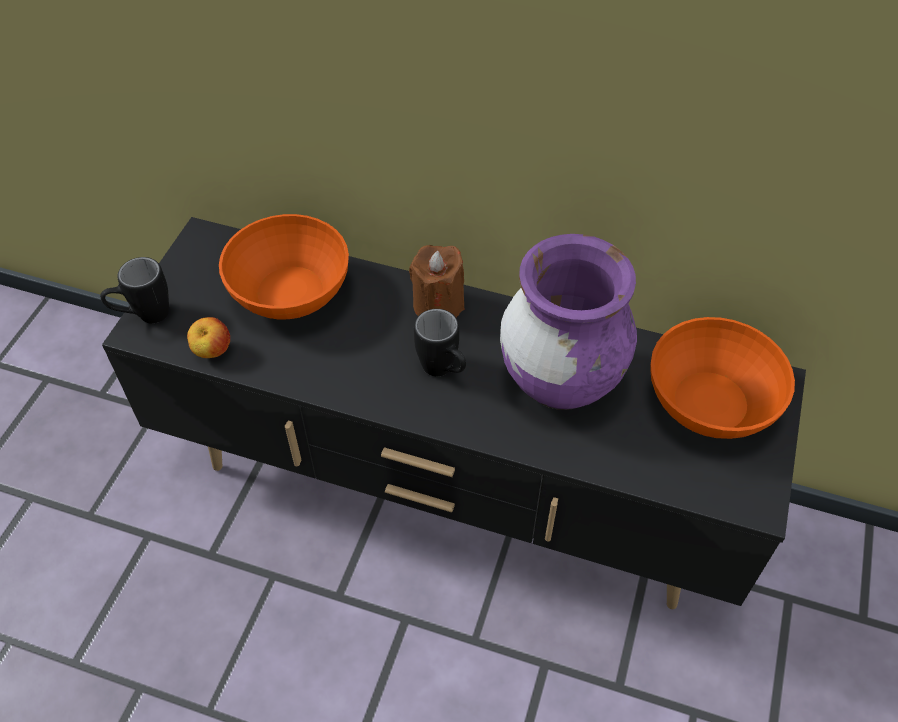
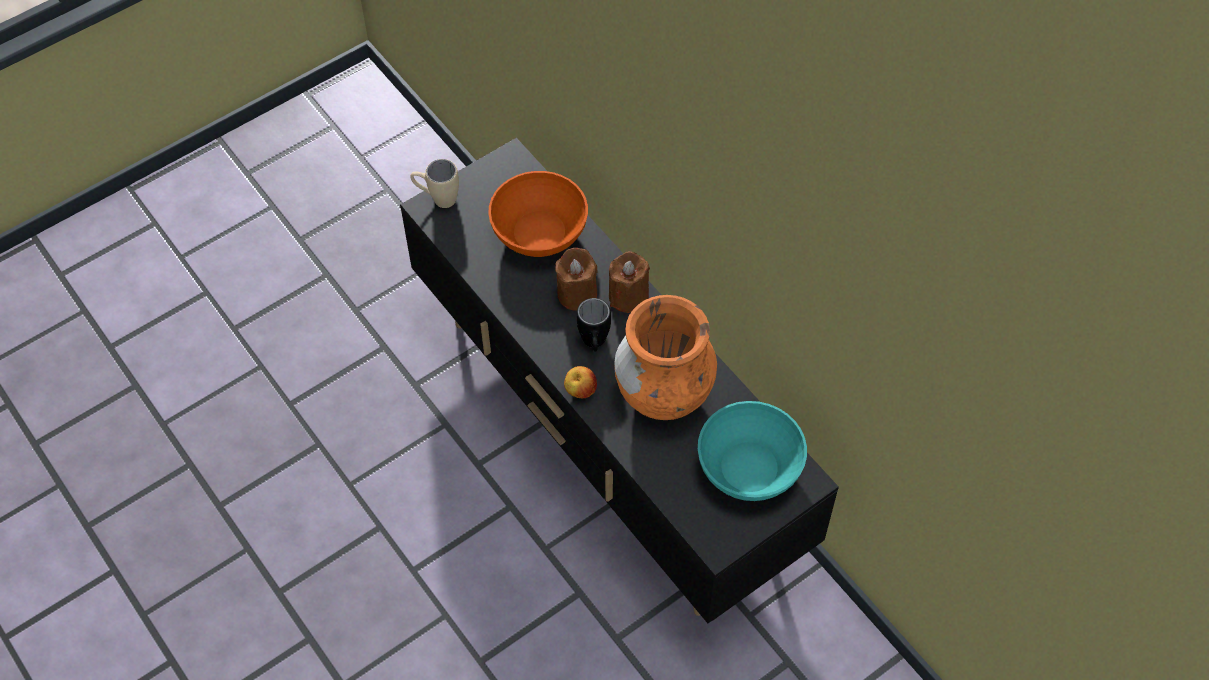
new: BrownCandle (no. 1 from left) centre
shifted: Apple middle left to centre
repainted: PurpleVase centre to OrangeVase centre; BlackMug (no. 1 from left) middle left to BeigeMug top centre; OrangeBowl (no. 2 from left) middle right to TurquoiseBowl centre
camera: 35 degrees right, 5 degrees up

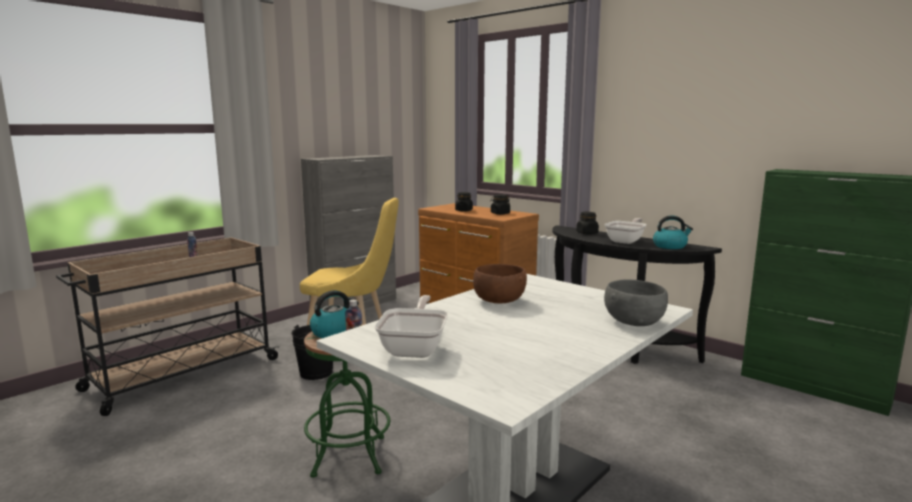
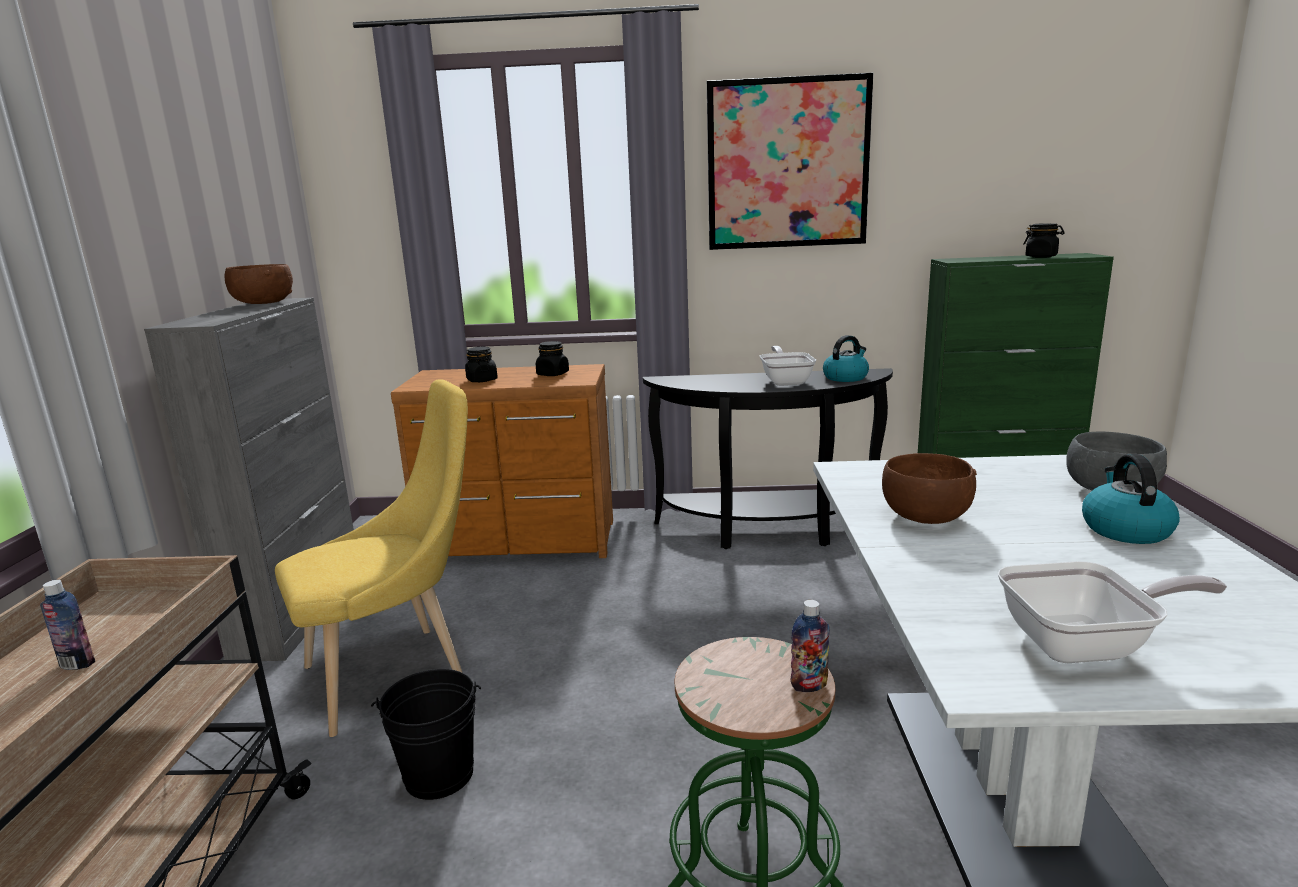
new: Picture top centre; BrownBowl (no. 1 from left) top left
shifted: BlackJar (no. 3 from left) centre to top right; Kettle (no. 1 from left in the first image) centre to Kettle (no. 2 from left) middle right
rotated: FryingPan (no. 1 from left in the first image) centre = bottom right 120 degrees clockwise
camera: 40 degrees left, 5 degrees up

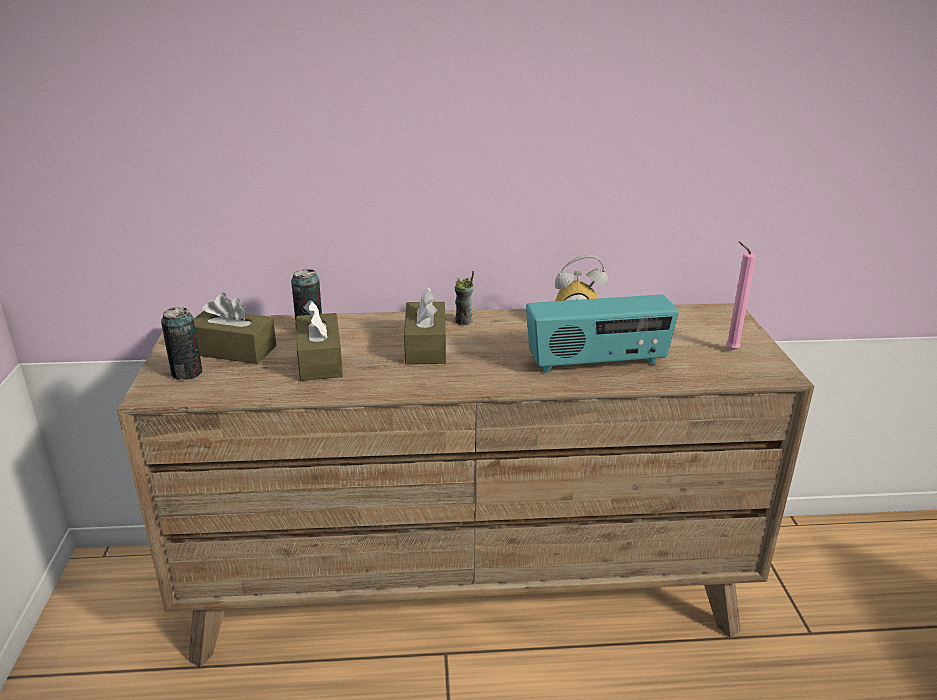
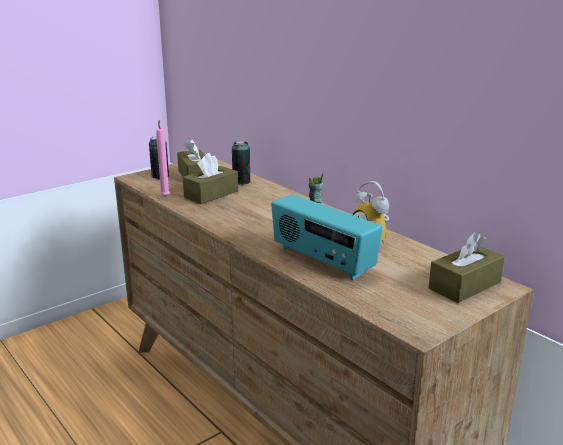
shifted: PinkCandle middle right to middle left; BrownTissueBox (no. 3 from left) centre to middle right
camera: 55 degrees right, 5 degrees down

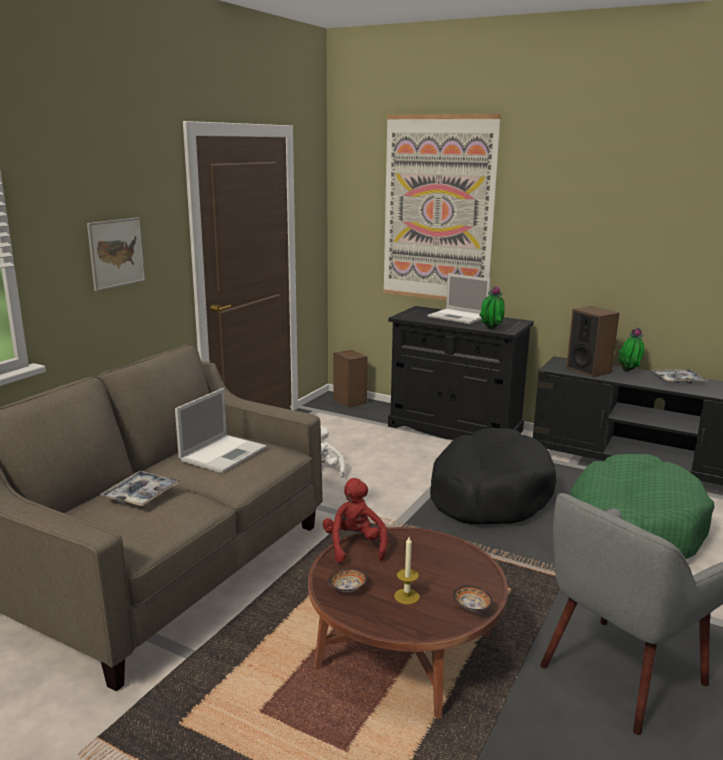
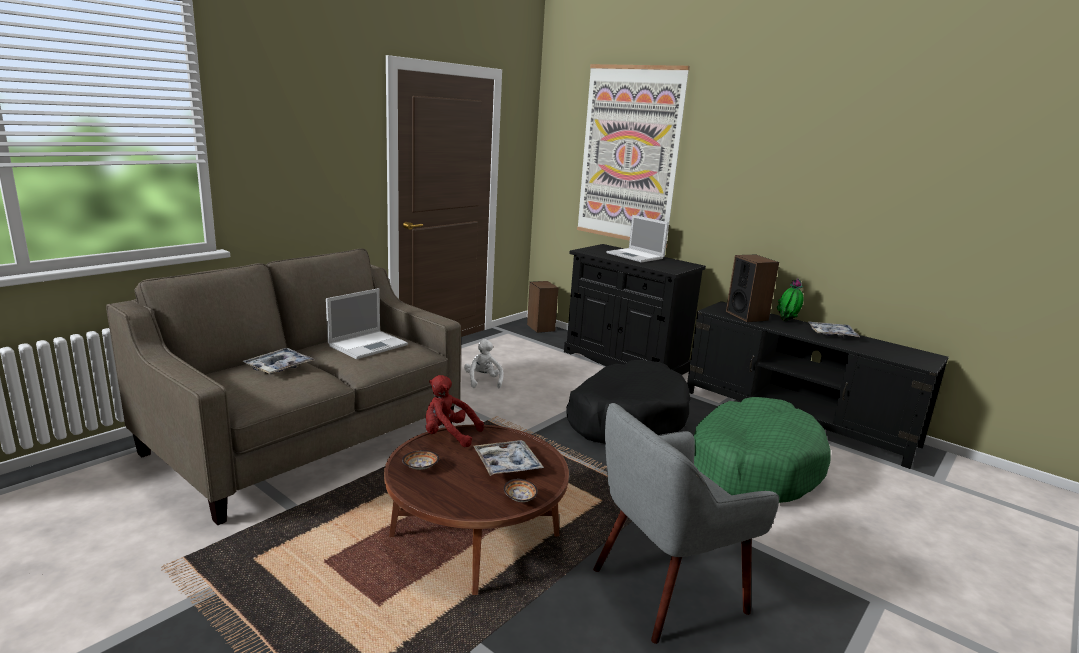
gone: Picture (no. 1 from left) middle left; PottedPlant (no. 1 from left) middle right; Candle bottom centre
new: Tray (no. 2 from left) bottom centre
rotated: RedPlushToy bottom centre = centre 75 degrees counterclockwise
camera: 10 degrees right, 0 degrees up

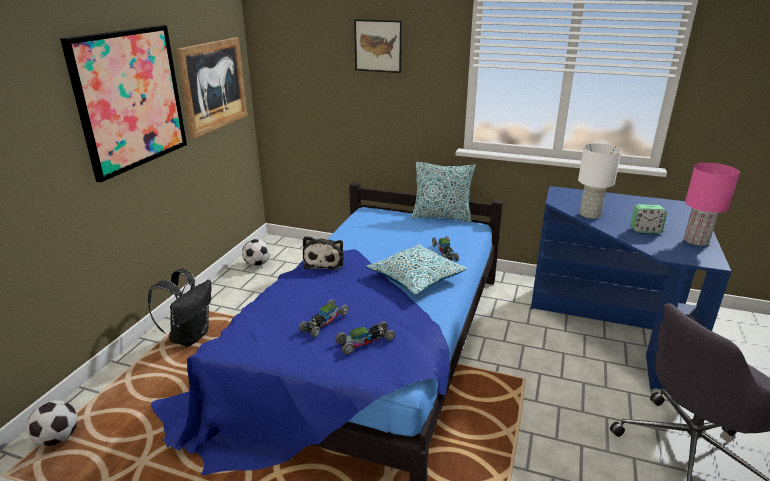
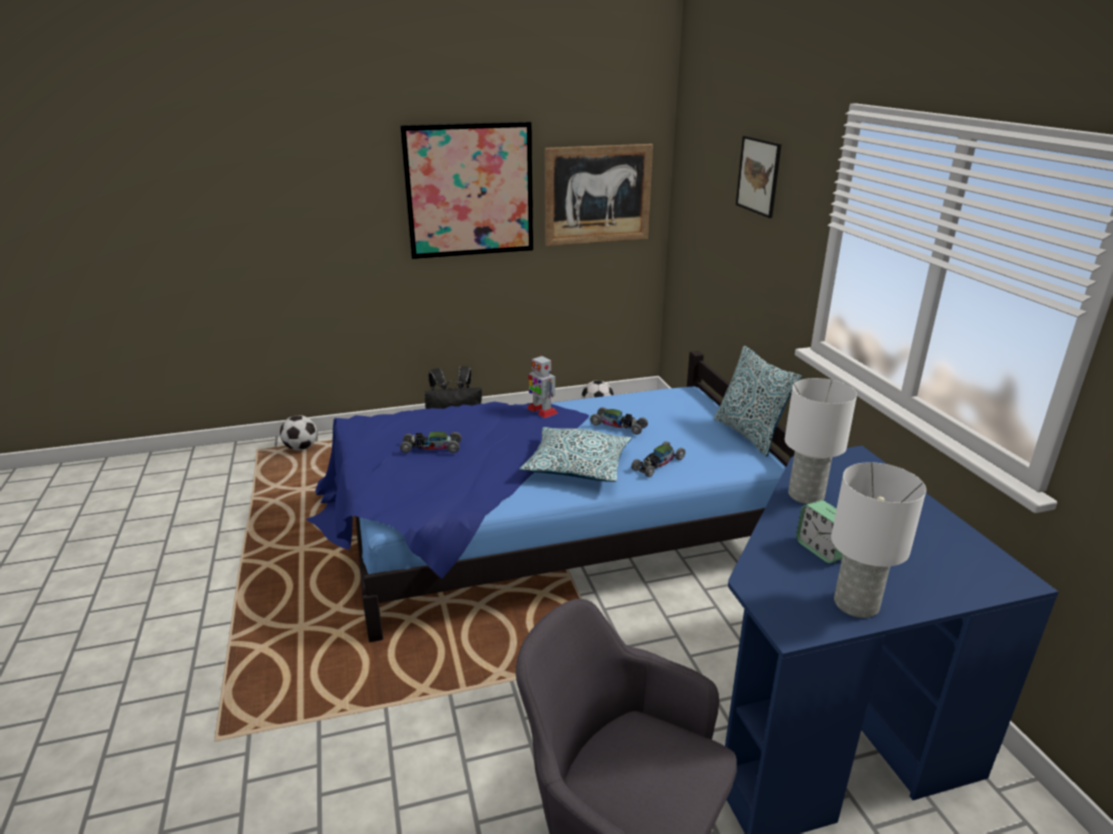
shifted: ToyCar (no. 2 from left) bottom centre to centre
swapped: PlushToy centre to ToyRobot centre
repainted: PinkTableLamp middle right to WhiteTableLamp (no. 2 from left) middle right
camera: 55 degrees right, 0 degrees up

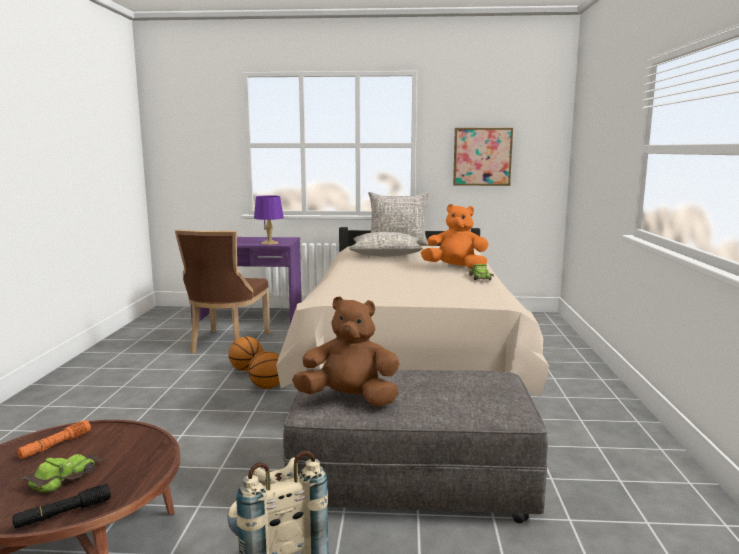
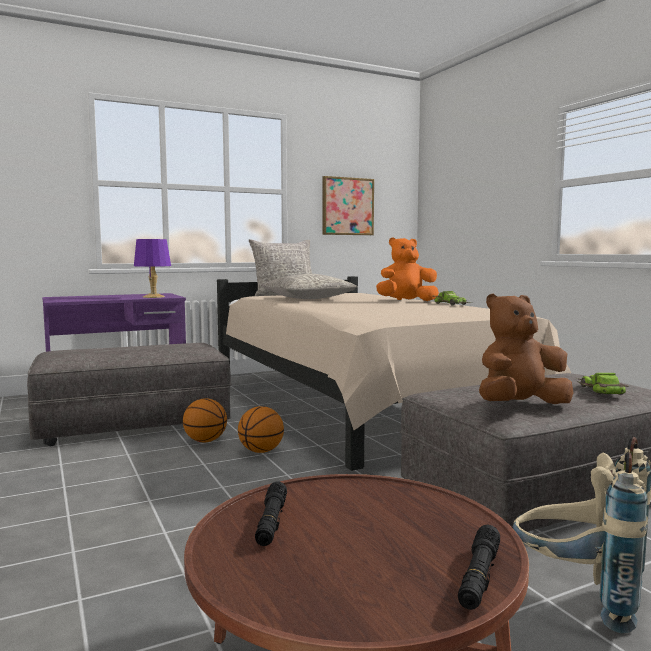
shifted: ToyCar (no. 1 from left in the first image) bottom left to ToyCar (no. 2 from left) middle right
swapped: BrownChair middle left to GreyOttoman (no. 1 from left) middle left
repainted: OrangeFlashlight bottom left to BlackFlashlight (no. 1 from left) bottom centre
camera: 30 degrees left, 5 degrees down

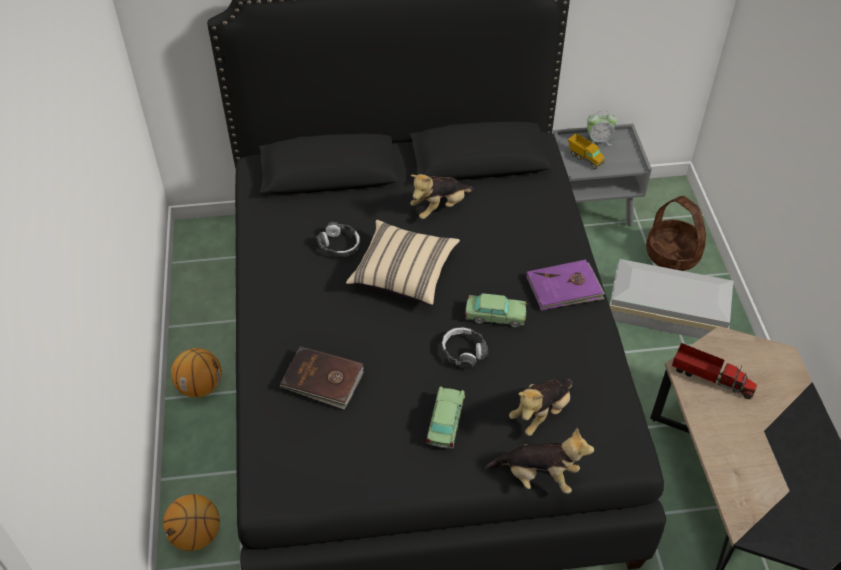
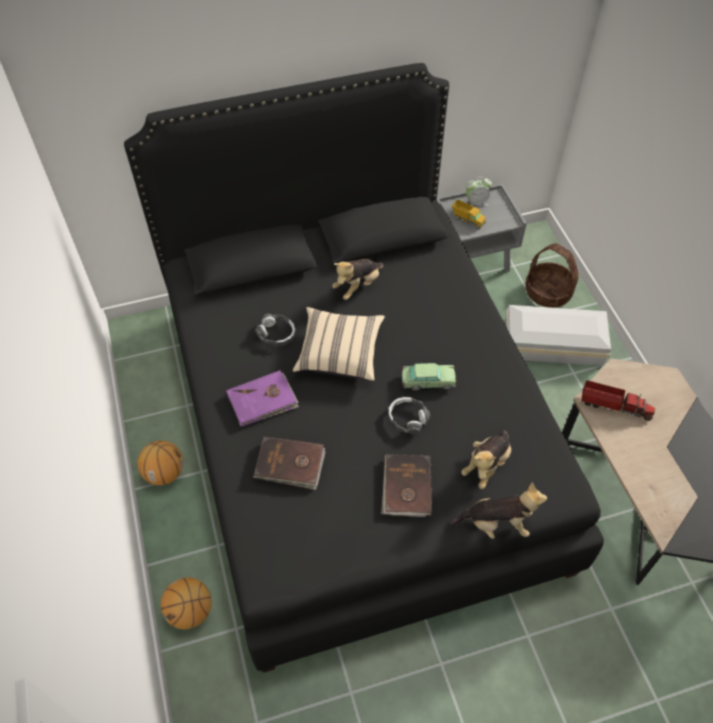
shifted: PurpleBook middle right to centre
swapped: ToyCar (no. 1 from left) bottom centre to BrownBook (no. 2 from left) bottom centre
camera: 10 degrees left, 5 degrees up

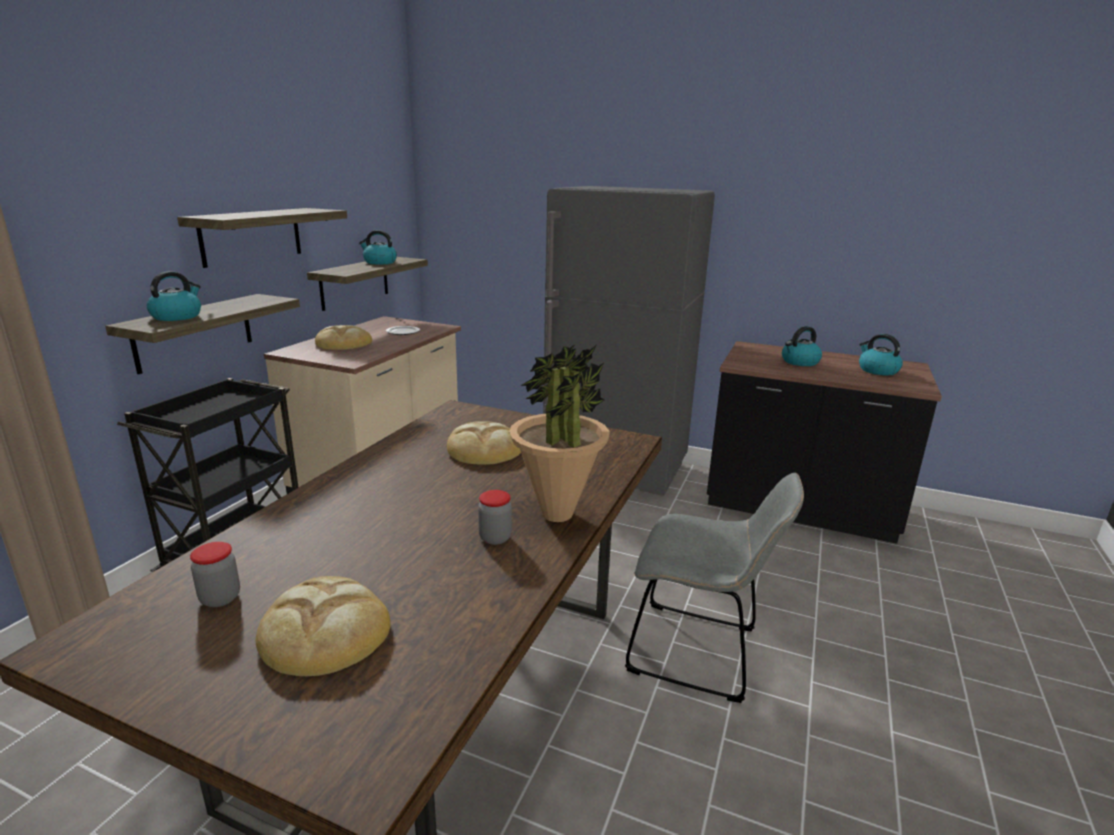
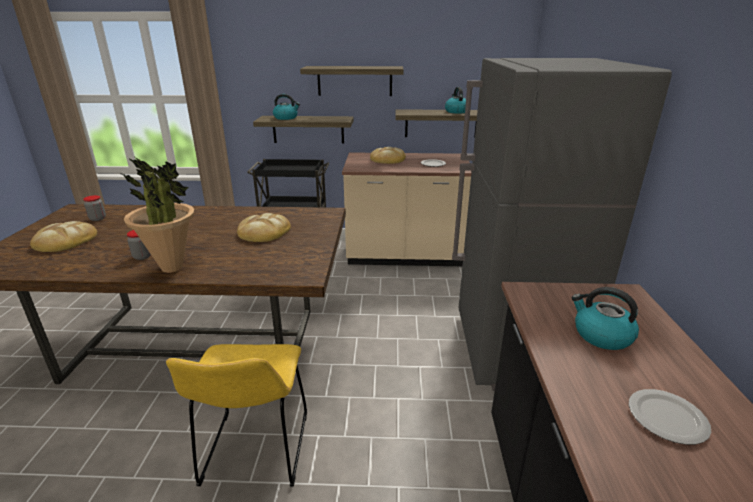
swapped: Kettle (no. 4 from left) middle right to Plate (no. 2 from left) bottom right
repainted: GreyChair bottom centre to YellowChair bottom left
camera: 70 degrees right, 5 degrees up

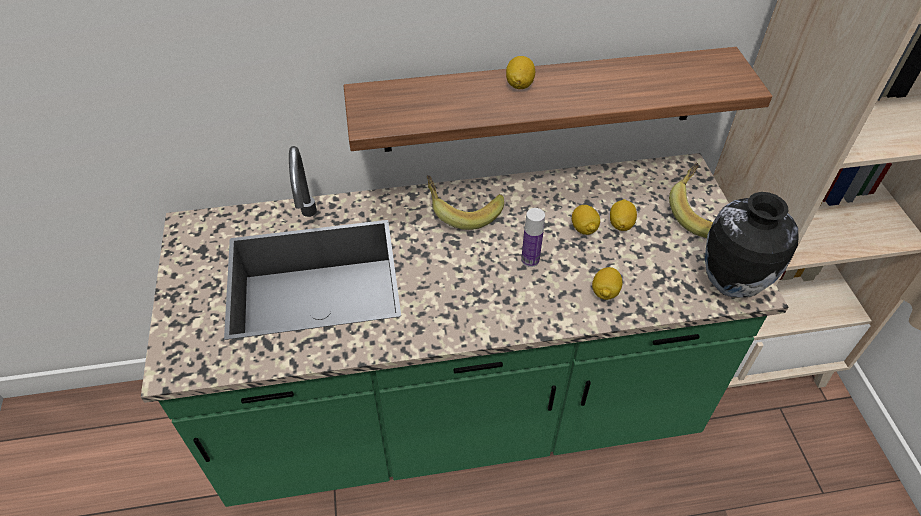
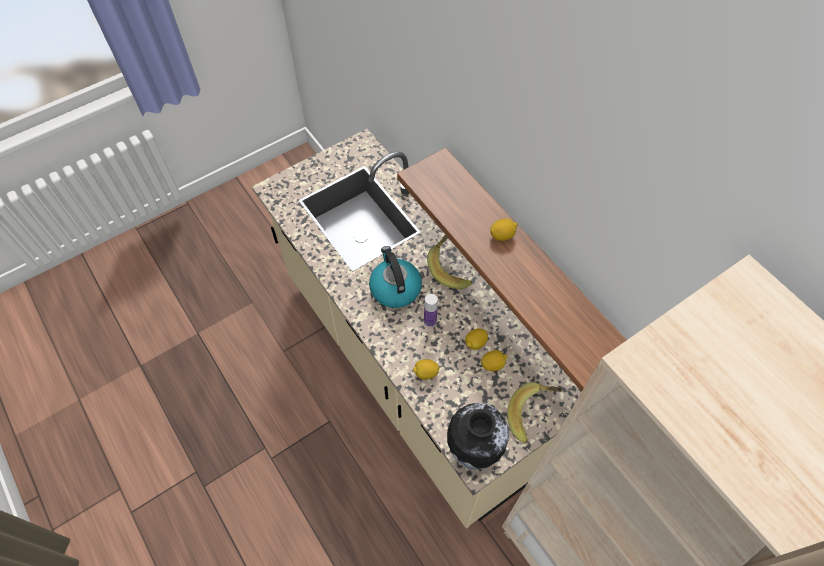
new: Kettle centre
repainted: GreenCounter centre to BeigeCounter centre
camera: 65 degrees right, 10 degrees up

